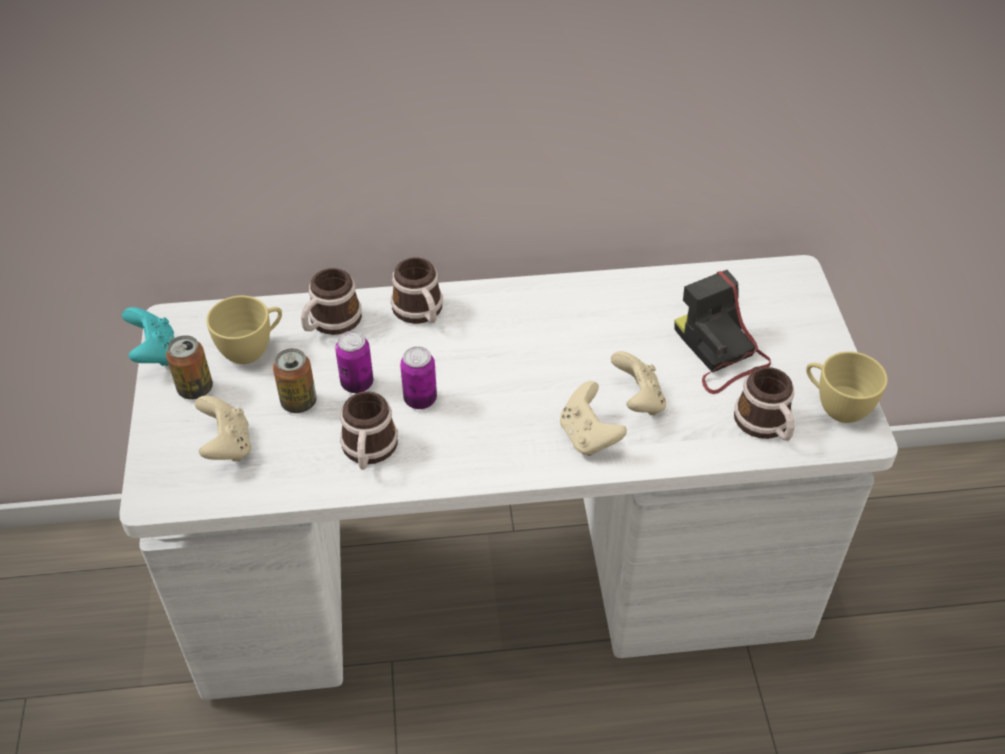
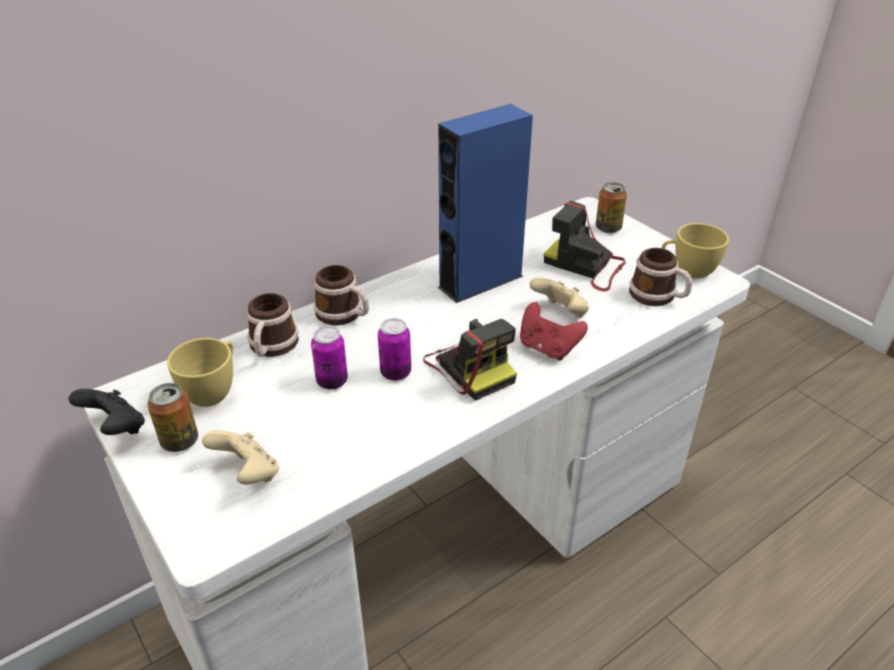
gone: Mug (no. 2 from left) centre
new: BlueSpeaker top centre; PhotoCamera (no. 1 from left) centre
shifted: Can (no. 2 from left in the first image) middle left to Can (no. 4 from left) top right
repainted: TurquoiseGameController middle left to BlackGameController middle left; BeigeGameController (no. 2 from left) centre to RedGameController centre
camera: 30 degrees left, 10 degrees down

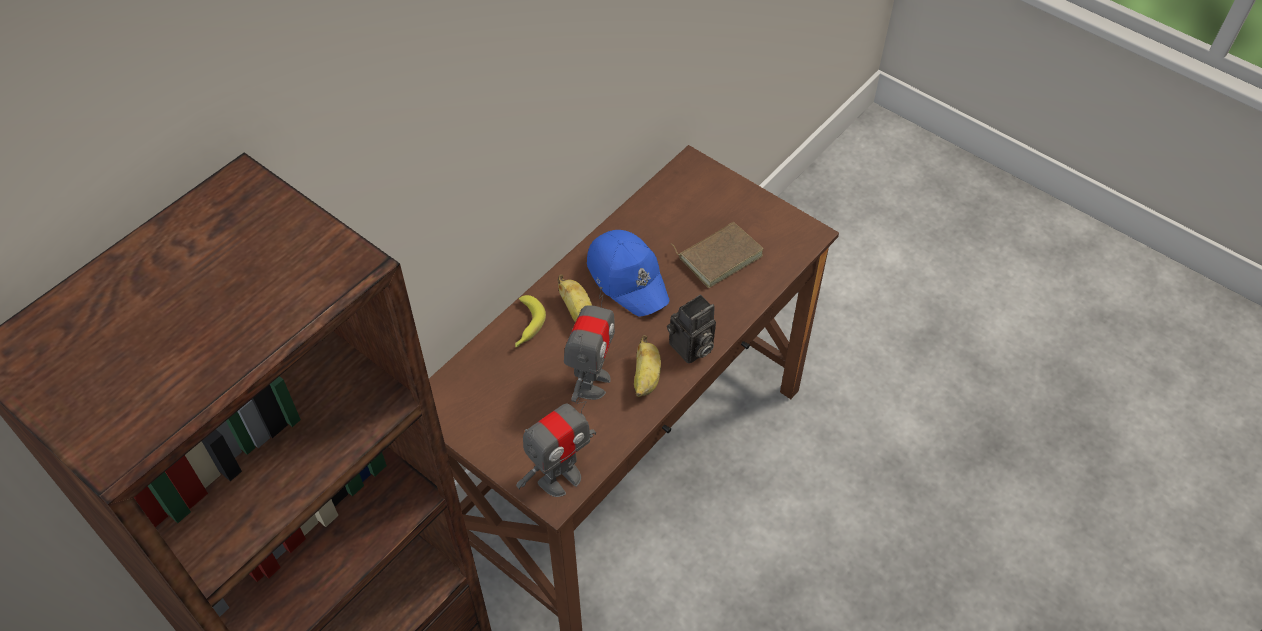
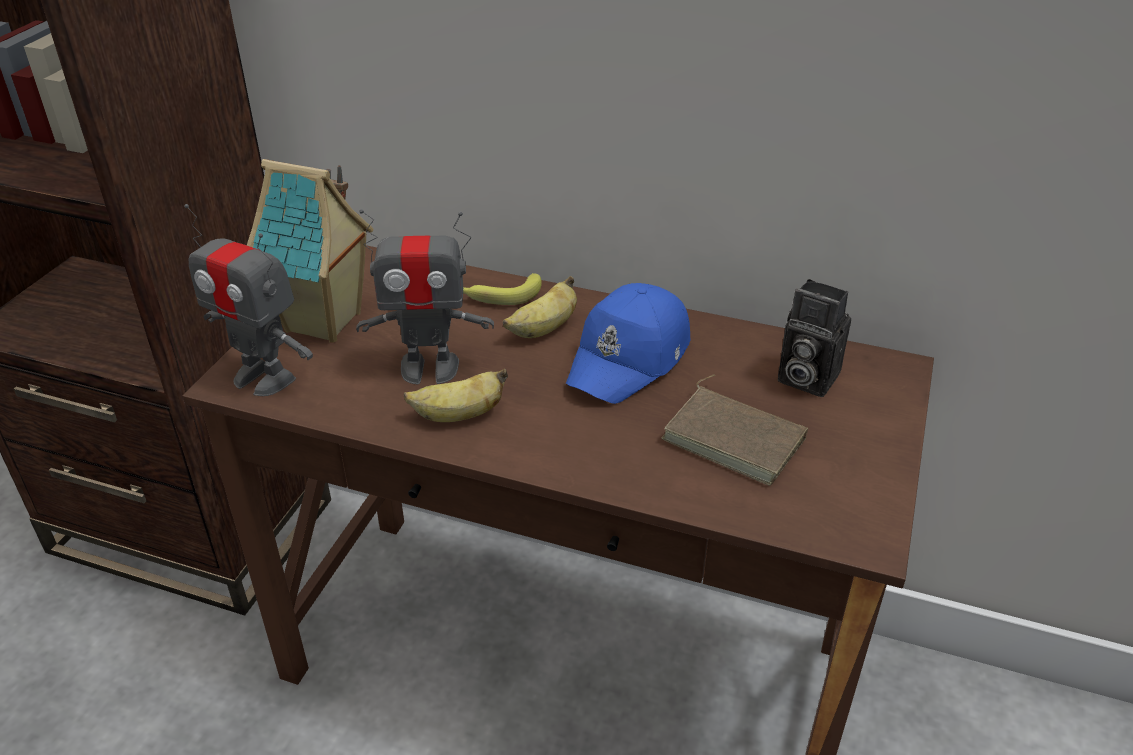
new: ToyHouse top left
shifted: PhotoCamera centre to middle right
camera: 70 degrees right, 15 degrees down

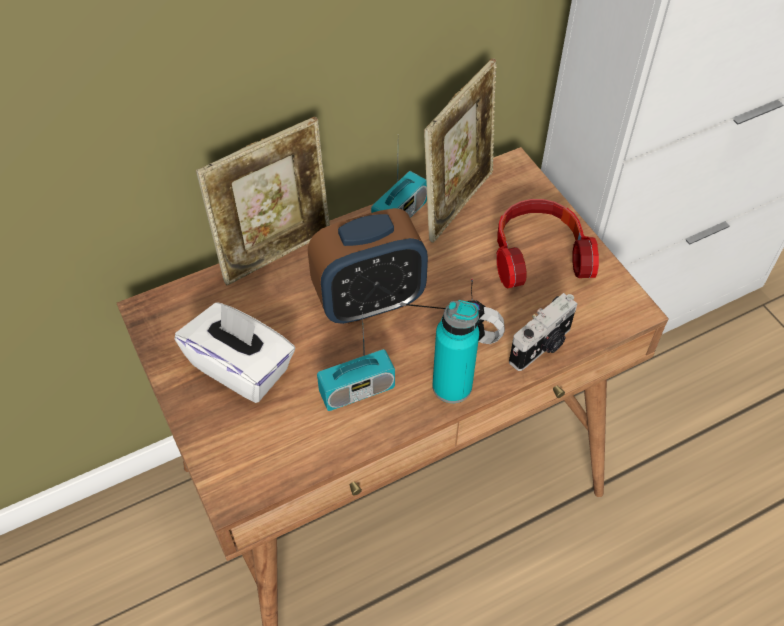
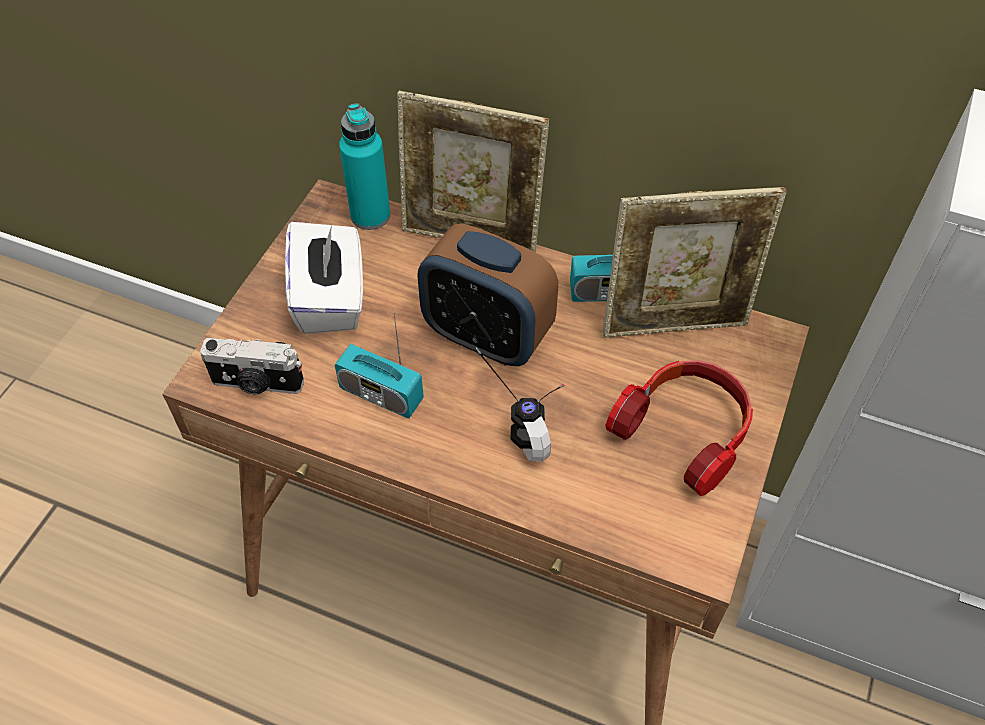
shifted: PhotoCamera middle right to middle left; TurquoiseBottle centre to top centre
camera: 50 degrees right, 0 degrees up

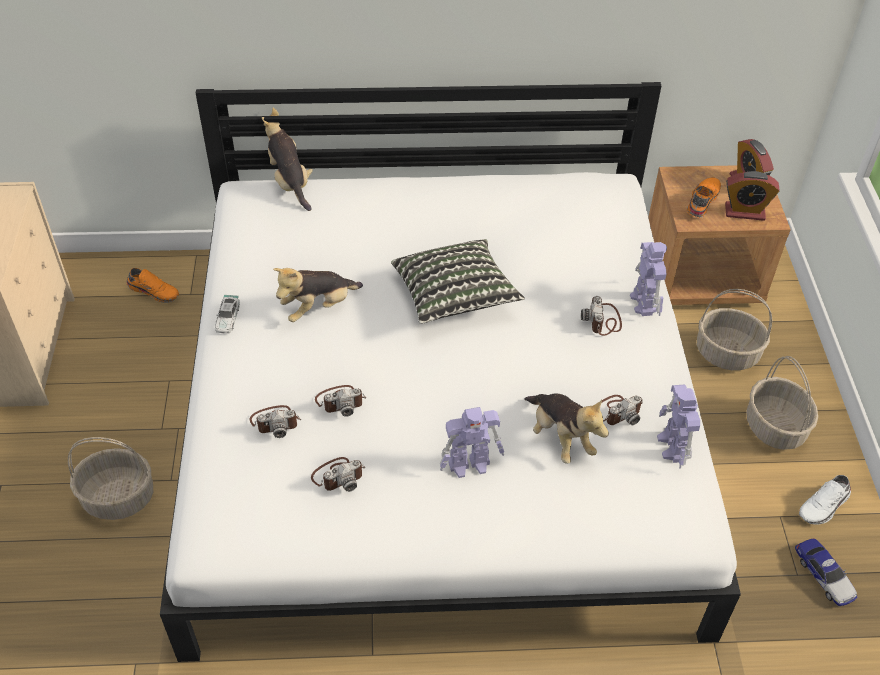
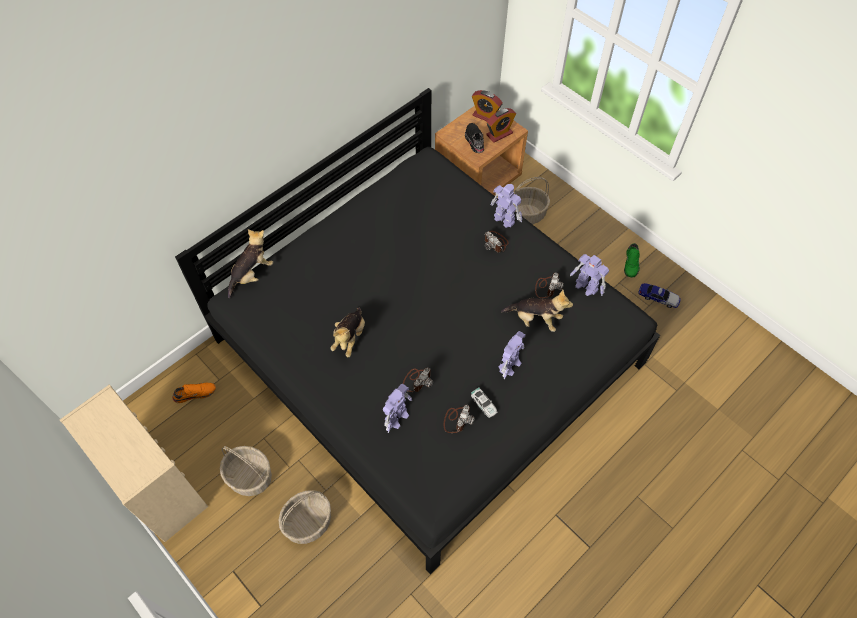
gone: Pillow centre
shifted: ToyCar (no. 1 from left) middle left to centre; Basket (no. 3 from left in the first image) middle right to Basket (no. 1 from left) bottom left
swapped: PhotoCamera (no. 1 from left) middle left to ToyRobot (no. 1 from left) centre
repainted: WhiteBed centre to BlackBed centre; OrangeShoe (no. 2 from left) top right to BlackShoe top centre; WhiteShoe bottom right to GreenShoe middle right
rotated: PlushToy (no. 1 from left) top left = middle left 105 degrees clockwise
camera: 40 degrees left, 10 degrees up

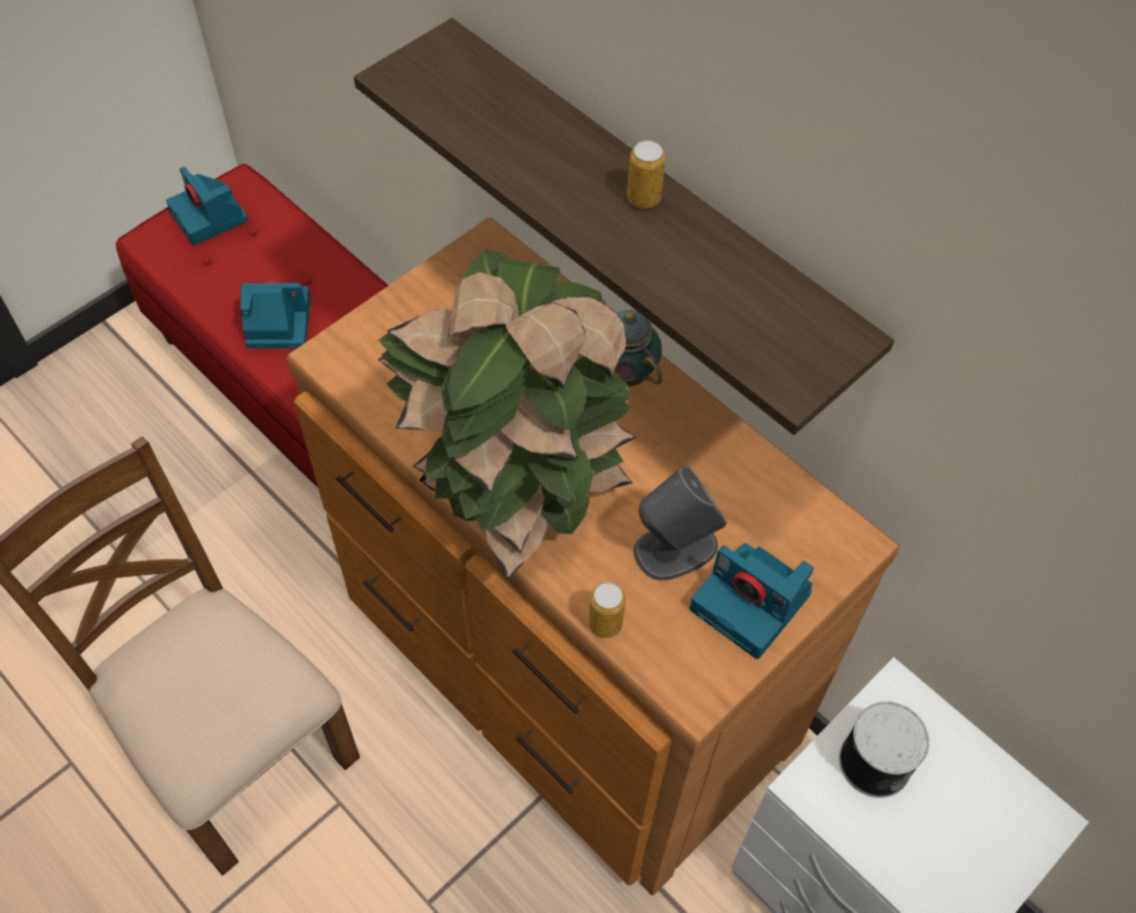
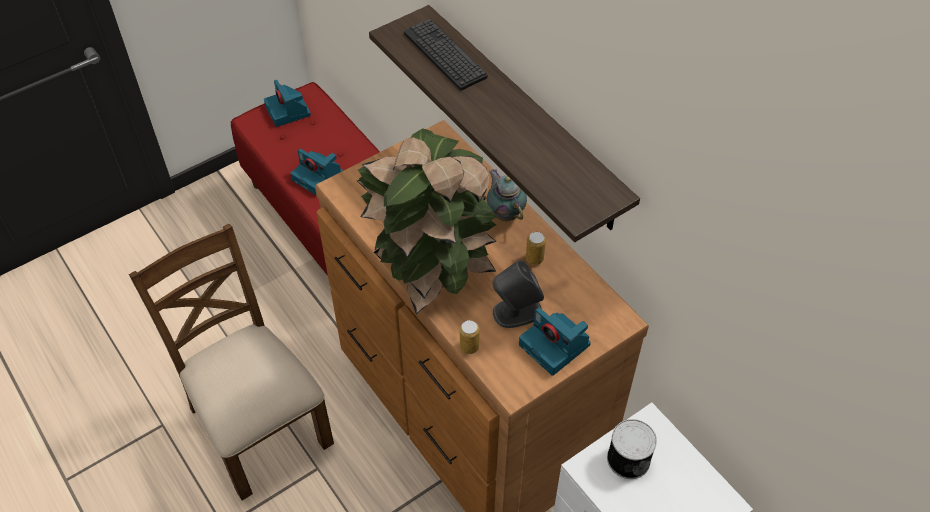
new: Keyboard top centre
shifted: Can (no. 2 from left) top centre to centre
rotated: PhotoCamera (no. 2 from left) middle left = centre 150 degrees counterclockwise
camera: 10 degrees right, 5 degrees down

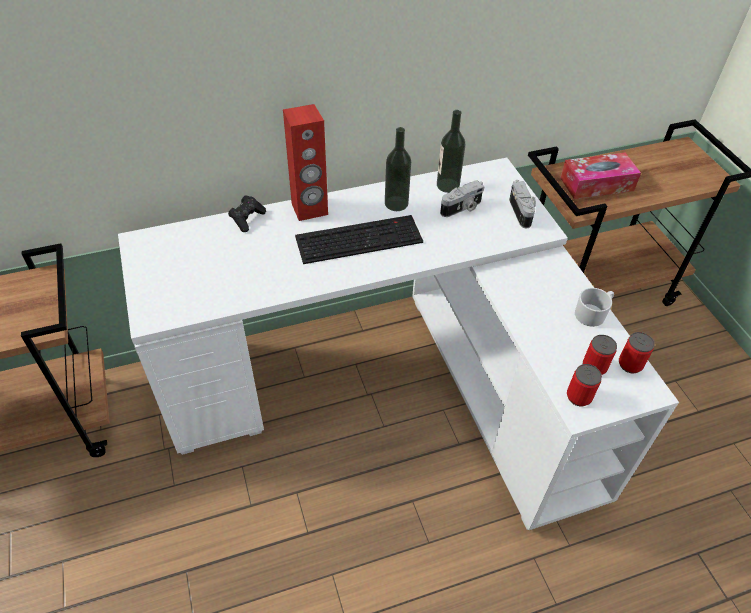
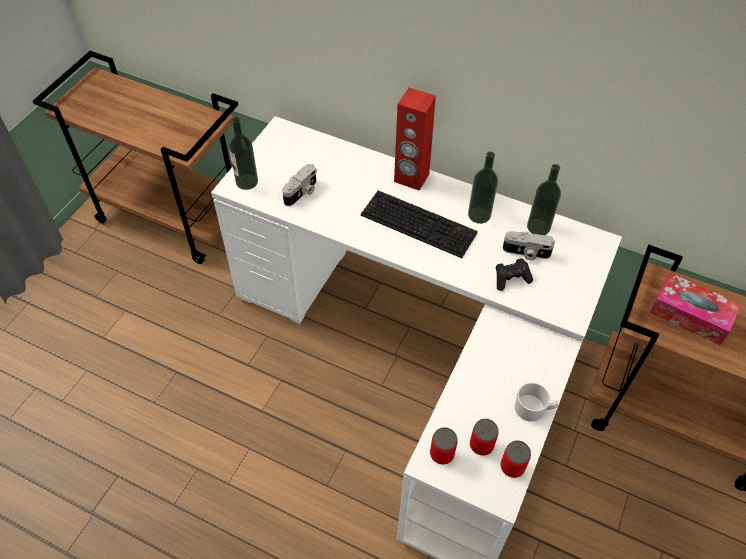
new: Bottle (no. 1 from left) top left
shifted: PhotoCamera (no. 2 from left in the first image) top right to PhotoCamera (no. 1 from left) top centre; BlackGameController middle left to middle right
camera: 45 degrees right, 5 degrees up

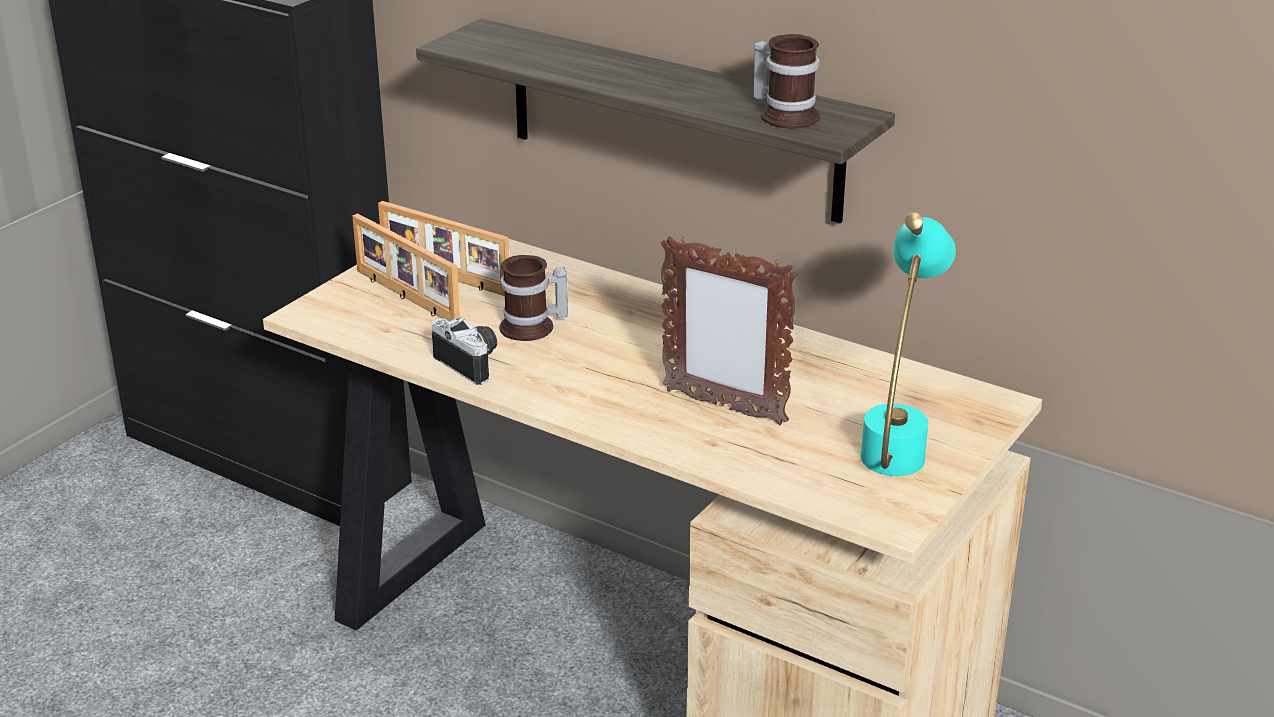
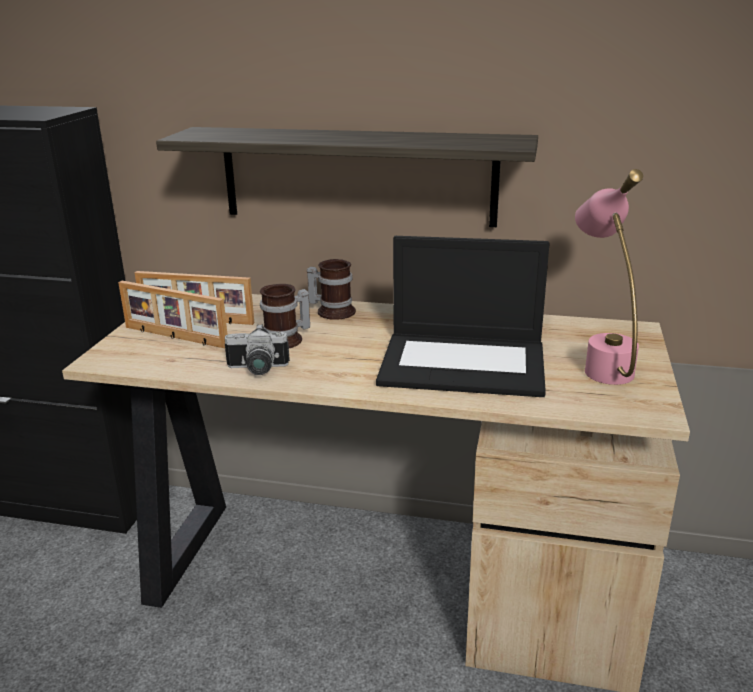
shifted: Mug (no. 2 from left) top centre to centre
swapped: PictureFrame (no. 3 from left) centre to Laptop centre
repainted: TurquoiseTableLamp middle right to PinkTableLamp middle right
rotated: PhotoCamera centre = centre 150 degrees clockwise
camera: 20 degrees left, 5 degrees down

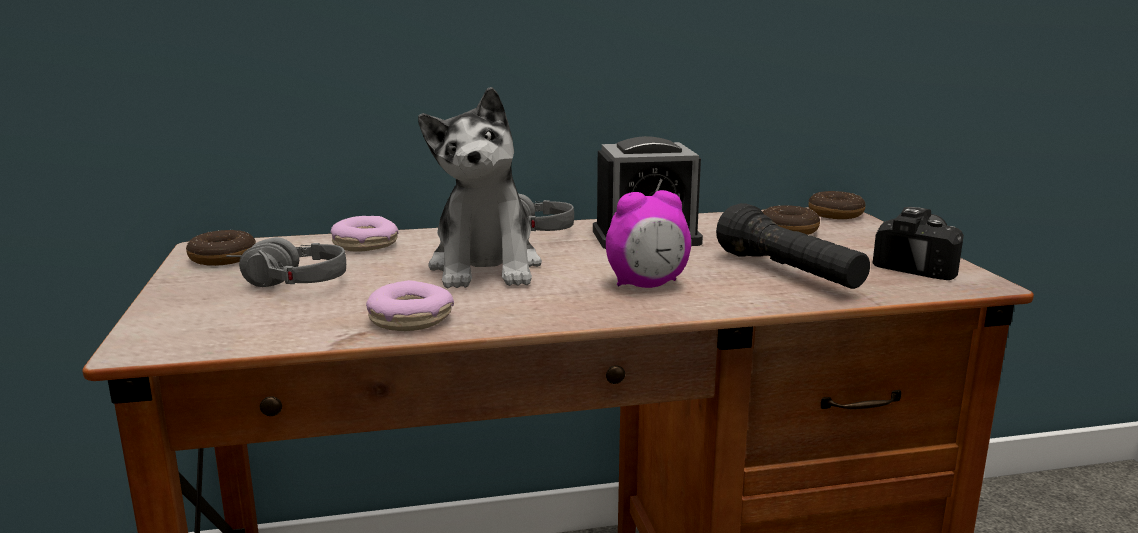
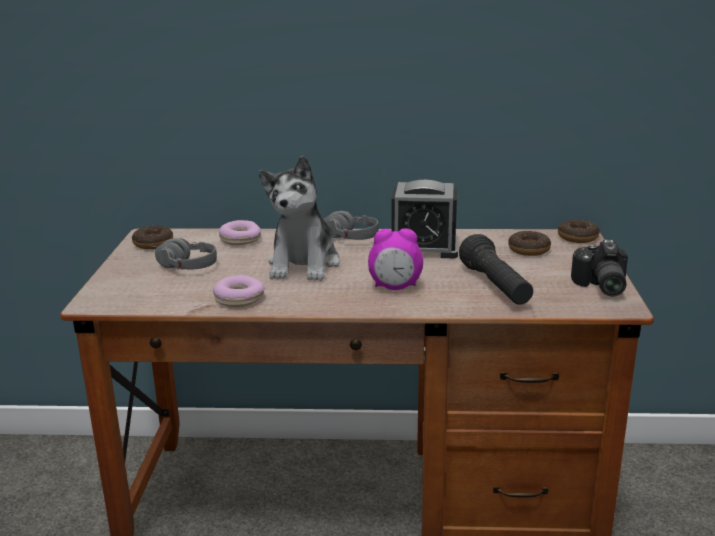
rotated: PhotoCamera middle right = middle right 135 degrees clockwise
camera: 15 degrees right, 5 degrees up

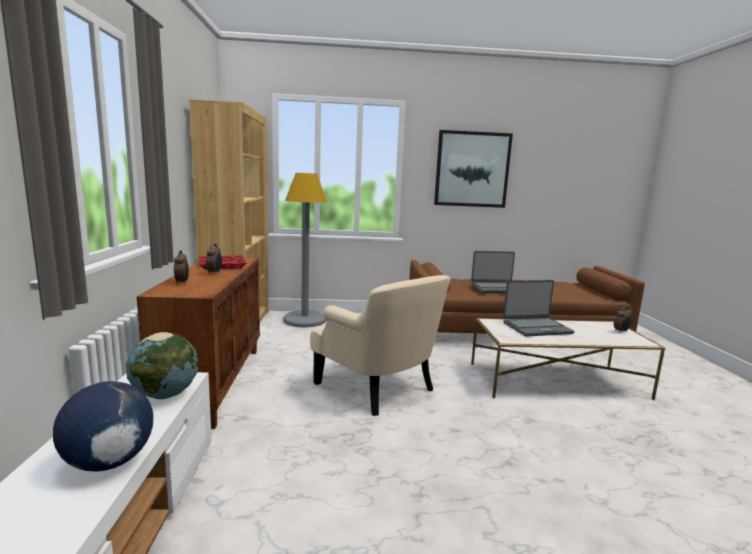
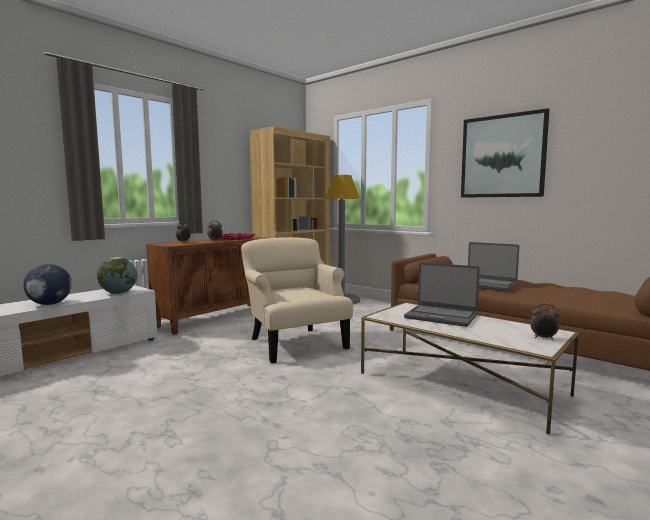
rotated: BeigeArmchair centre = centre 150 degrees clockwise
camera: 45 degrees right, 5 degrees down

